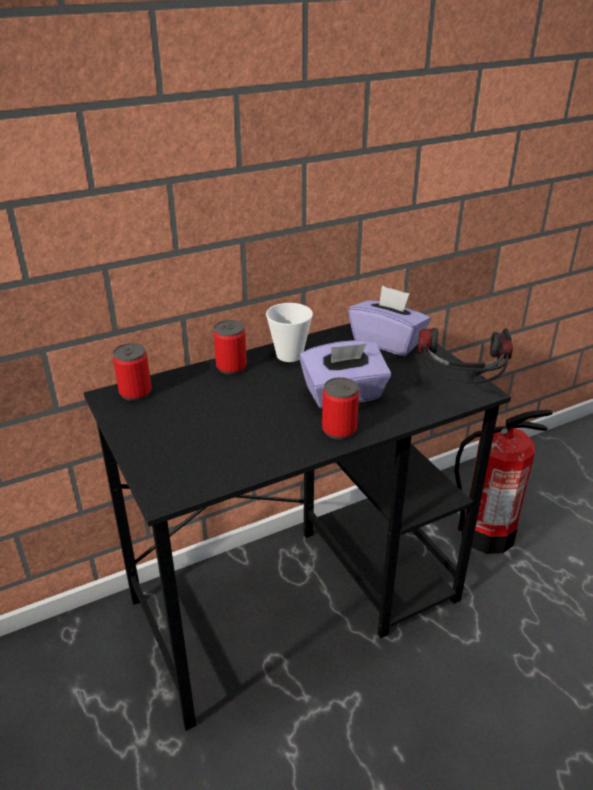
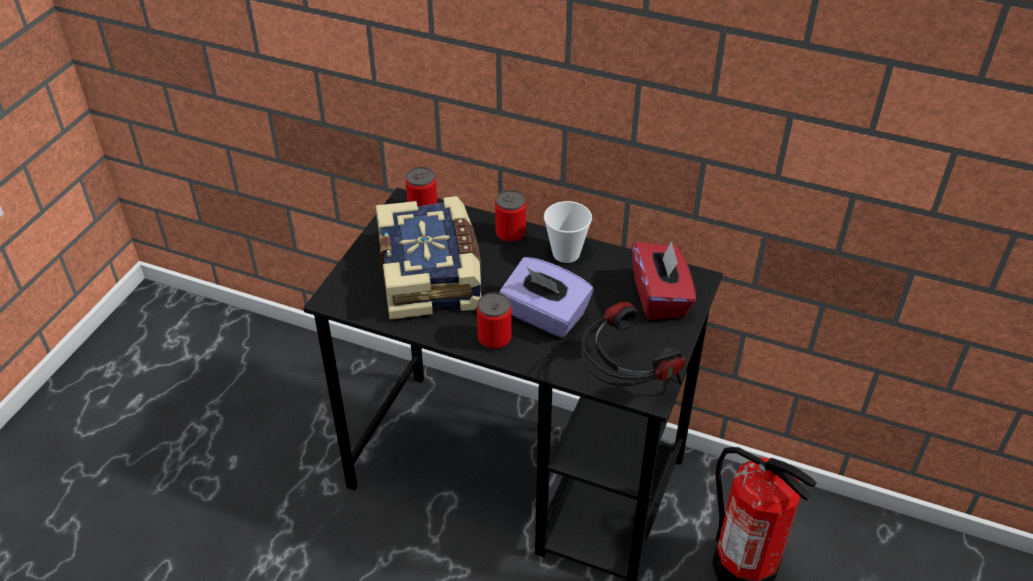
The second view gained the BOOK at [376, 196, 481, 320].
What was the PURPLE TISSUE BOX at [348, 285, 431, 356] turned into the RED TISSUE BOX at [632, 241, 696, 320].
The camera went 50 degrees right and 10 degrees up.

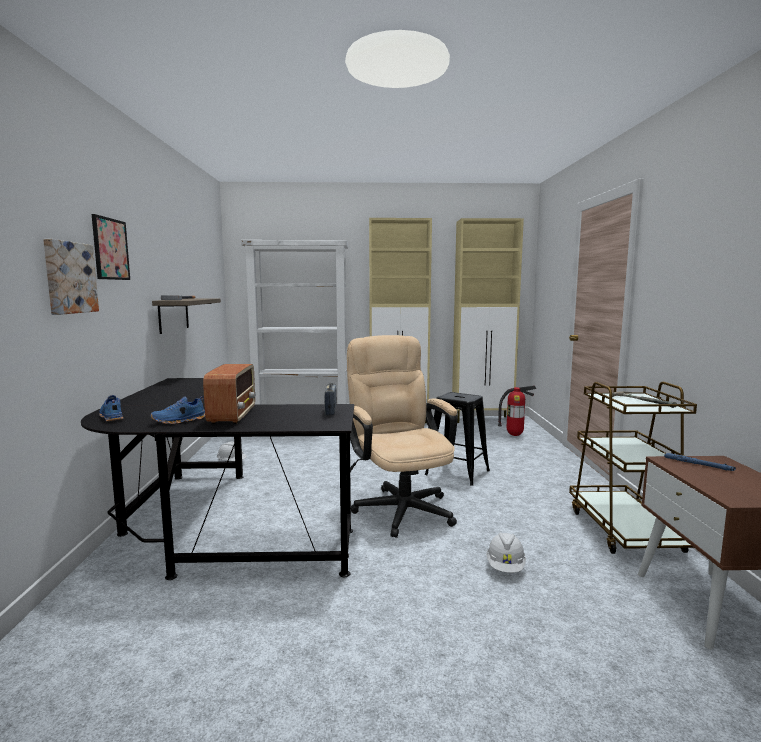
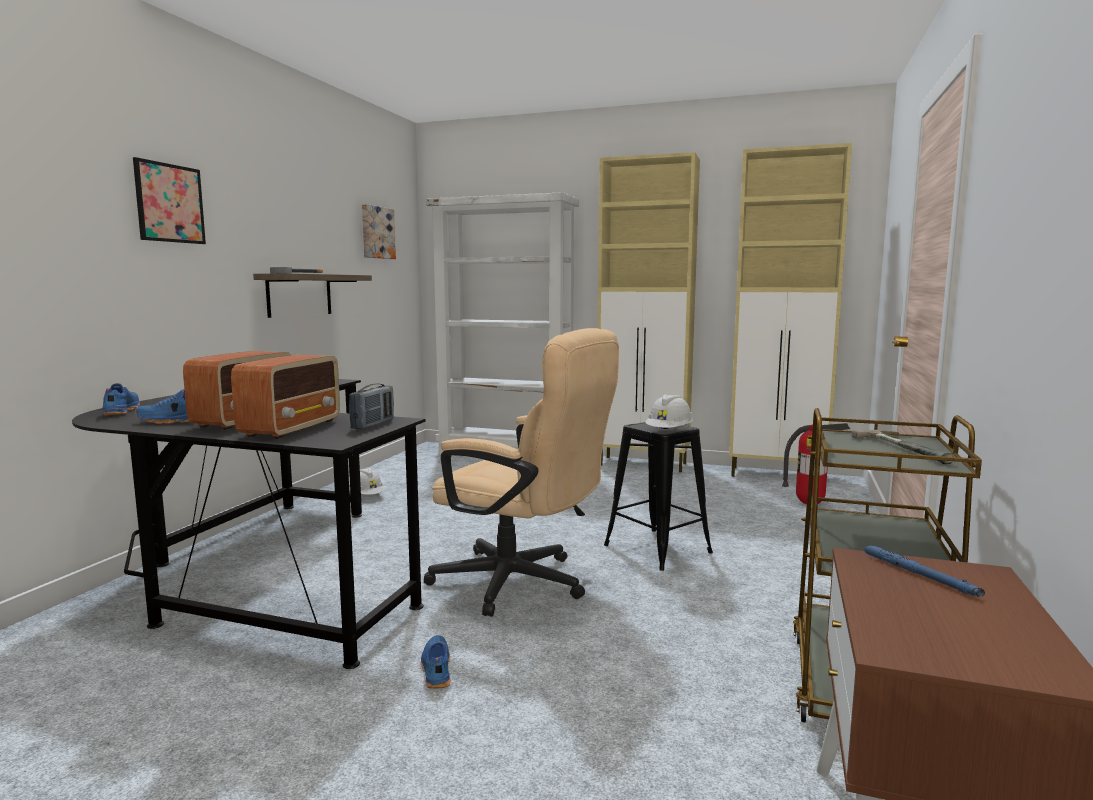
The second view gained the RADIO at [231, 355, 340, 439].
The PICTURE ended up elsewhere, having gone from [43, 239, 99, 315] to [362, 204, 396, 259].
The second view gained the BLUE SHOE at [421, 635, 451, 689].
The BEIGE OFFICE CHAIR at [347, 335, 458, 538] ended up facing another way, 120 degrees clockwise from before.
The WHITE HARD HAT ended up elsewhere, having gone from [486, 532, 526, 573] to [645, 394, 693, 428].
The camera went 20 degrees right and 0 degrees up.

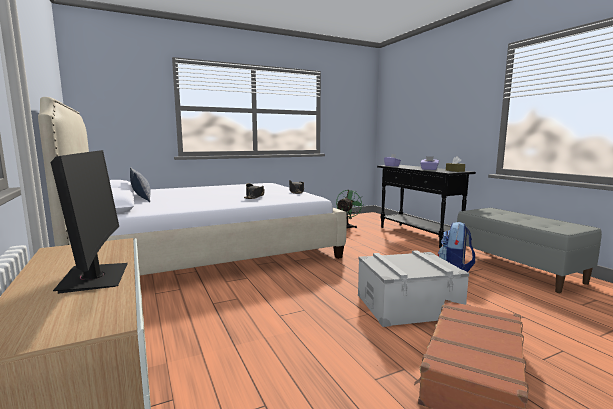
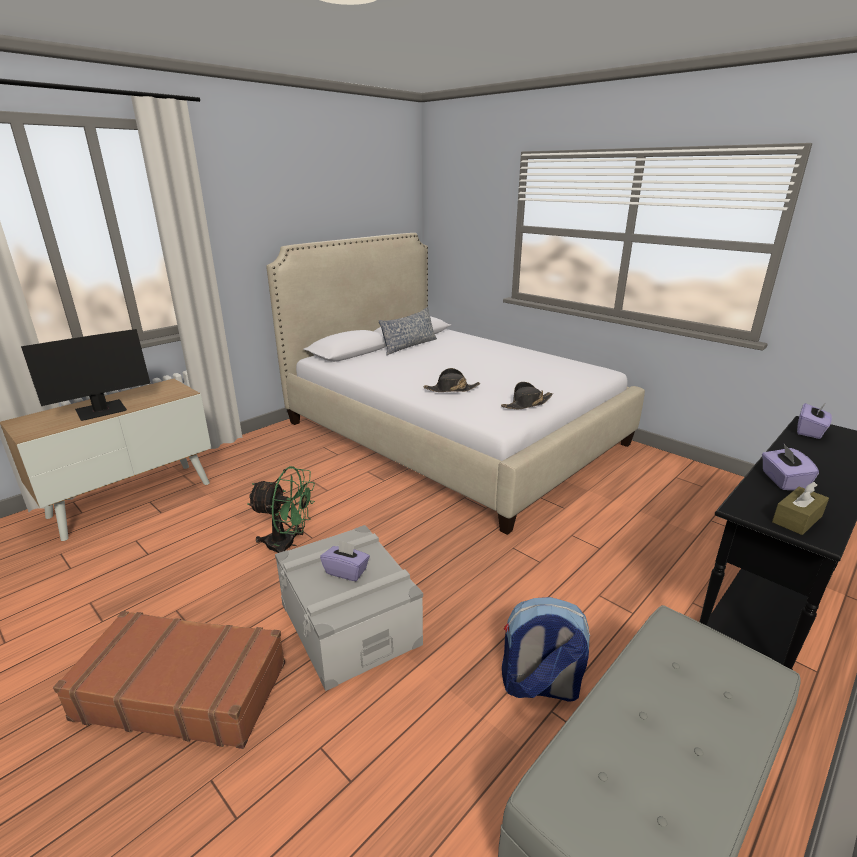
The GREEN FAN ended up elsewhere, having gone from [336, 190, 363, 229] to [247, 466, 315, 553].
The second view gained the PURPLE TISSUE BOX at [320, 540, 370, 581].
The camera went 70 degrees right and 15 degrees up.

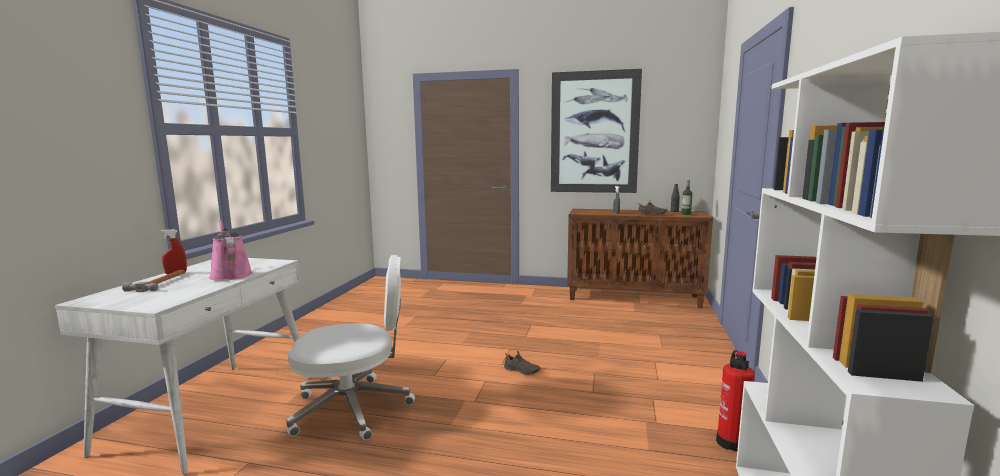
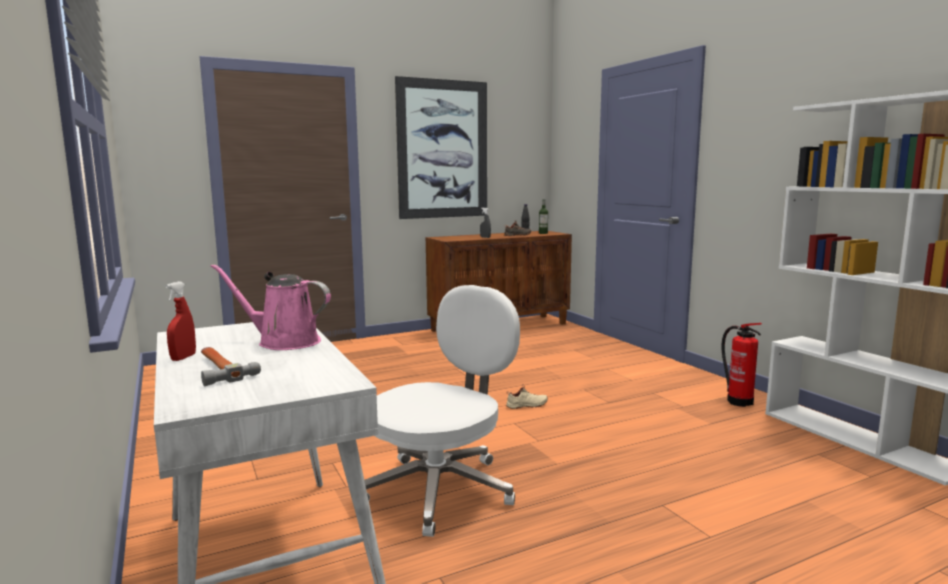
What was the BLACK SHOE at [504, 350, 541, 375] turned into the BEIGE SHOE at [506, 384, 548, 409].
The camera went 40 degrees left and 0 degrees up.

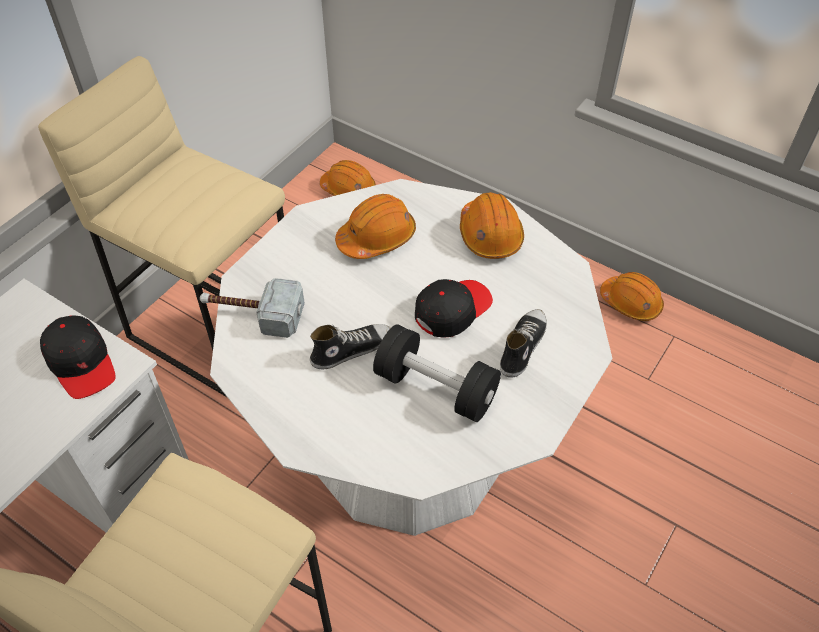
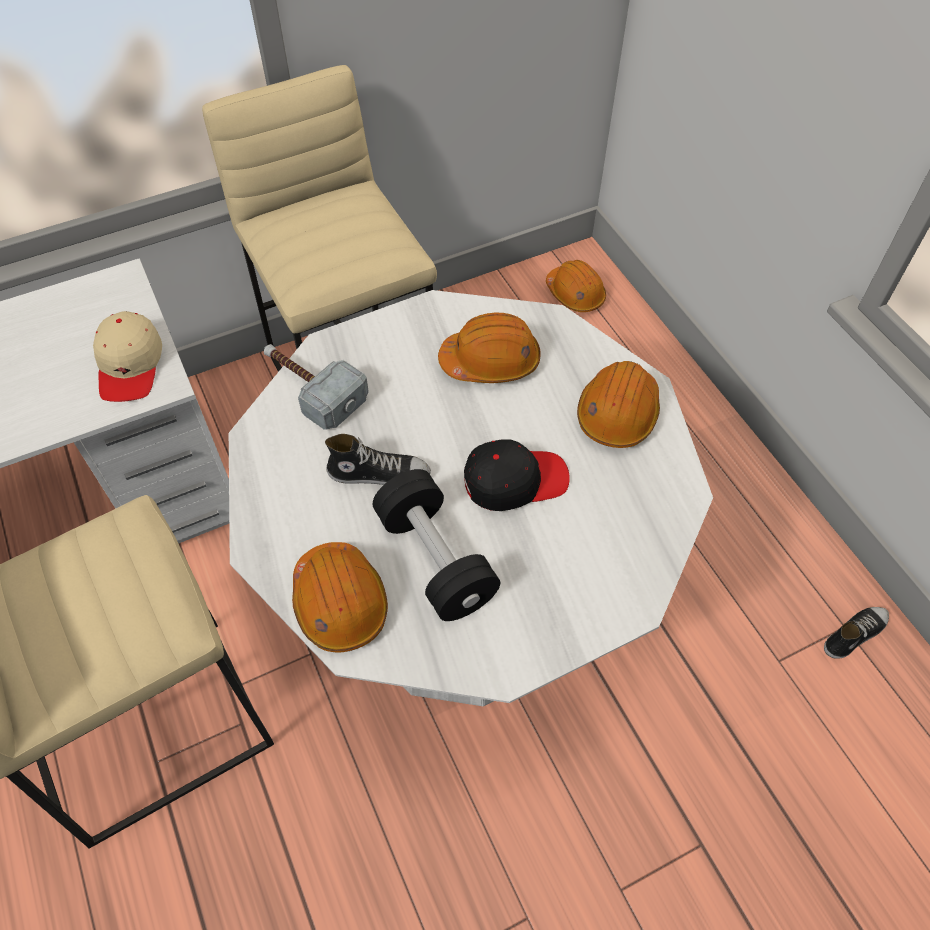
What was the BLACK CAP at [40, 315, 116, 399] turned into the BEIGE CAP at [93, 311, 162, 402].
The ORANGE HARD HAT ended up elsewhere, having gone from [600, 272, 664, 321] to [292, 542, 388, 652].
The SHOE ended up elsewhere, having gone from [500, 309, 547, 378] to [824, 607, 889, 659].
The camera went 30 degrees right and 5 degrees up.

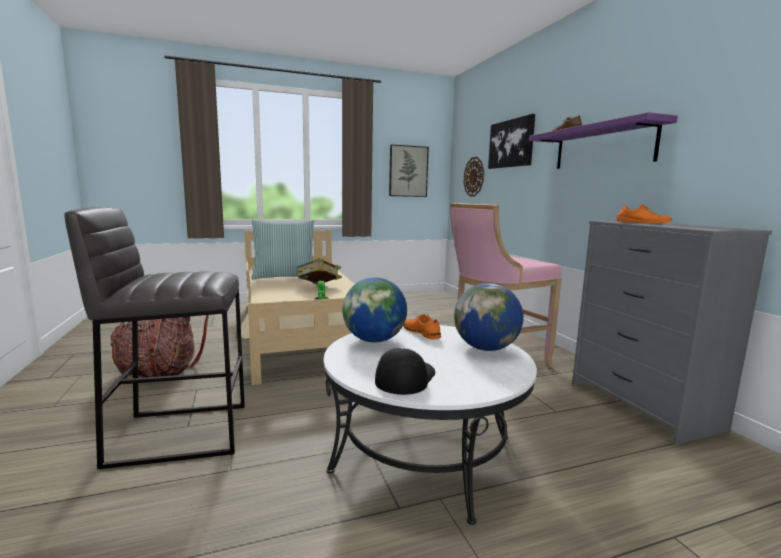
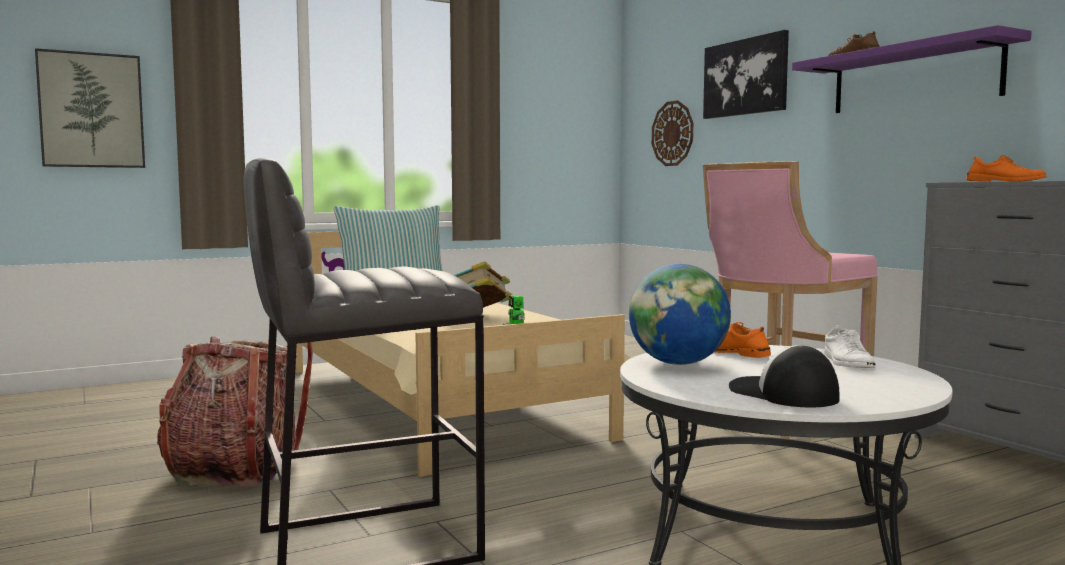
The PICTURE ended up elsewhere, having gone from [389, 144, 429, 197] to [35, 48, 145, 168].
The CAP at [375, 347, 436, 395] ended up facing another way, 45 degrees counterclockwise from before.
Where the GLOBE stood at [454, 283, 524, 351], the WHITE SHOE came to stand at [824, 325, 876, 368].
The camera went 10 degrees left and 5 degrees down.

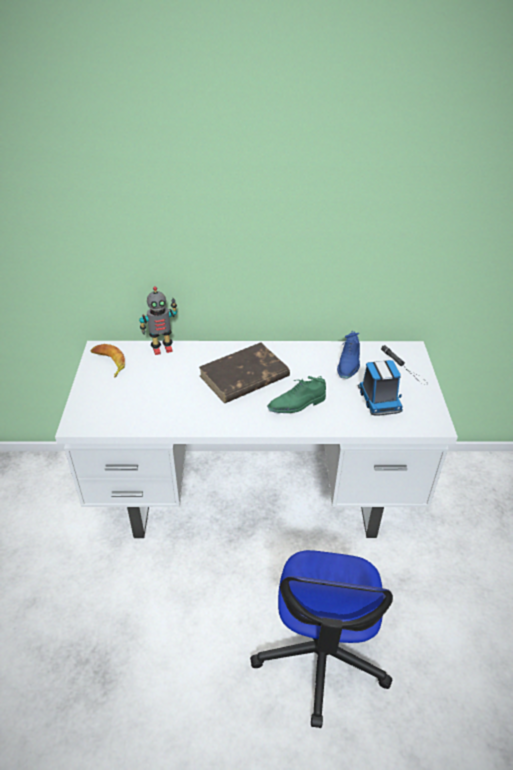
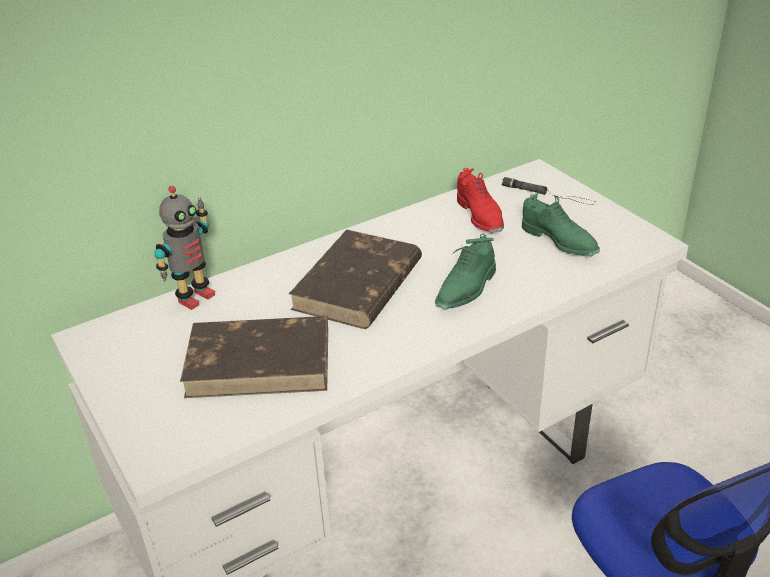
The second view gained the BROWN BOOK at [180, 316, 328, 398].
What was the BLUE SHOE at [337, 331, 360, 379] turned into the RED SHOE at [457, 168, 504, 233].
Where the TOY TRUCK stood at [358, 360, 403, 416], the GREEN SHOE came to stand at [522, 193, 600, 257].
The second view lost the BANANA at [91, 344, 125, 378].
The camera went 30 degrees left and 5 degrees down.

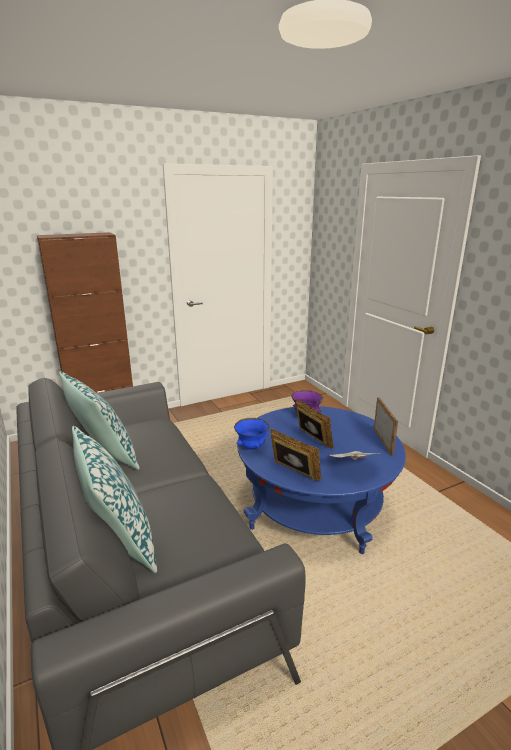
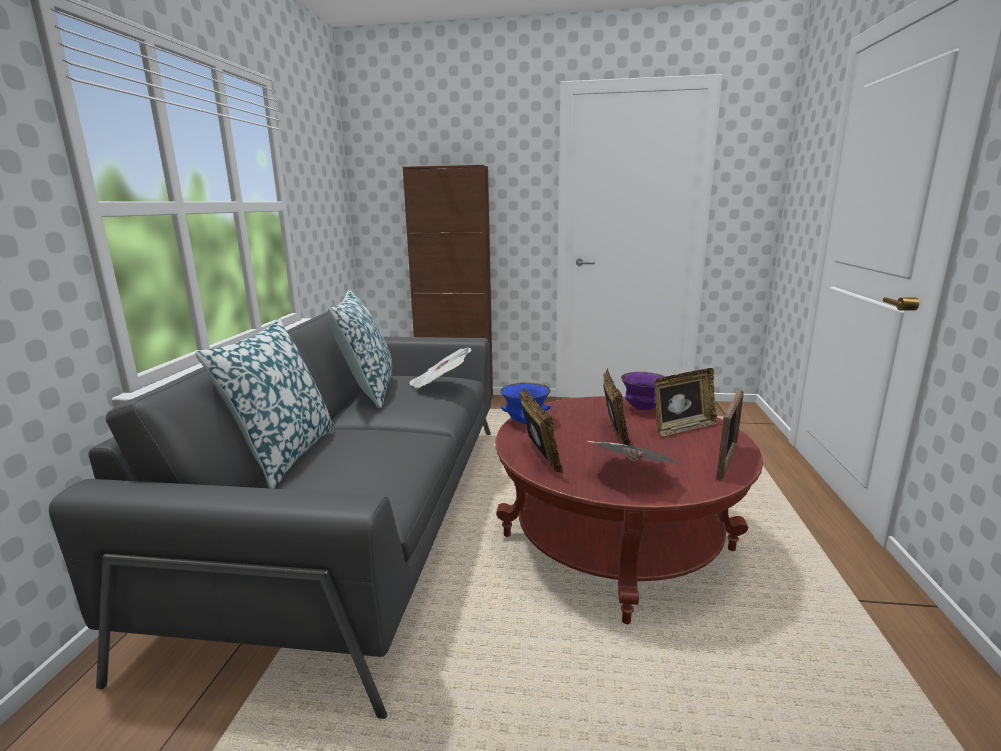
The second view gained the NEWSPAPER at [409, 348, 471, 389].
What was the BLUE COFFEE TABLE at [237, 406, 406, 554] turned into the RED COFFEE TABLE at [495, 396, 763, 624].
The second view gained the PICTURE FRAME at [655, 368, 718, 436].
The camera went 35 degrees right and 5 degrees down.

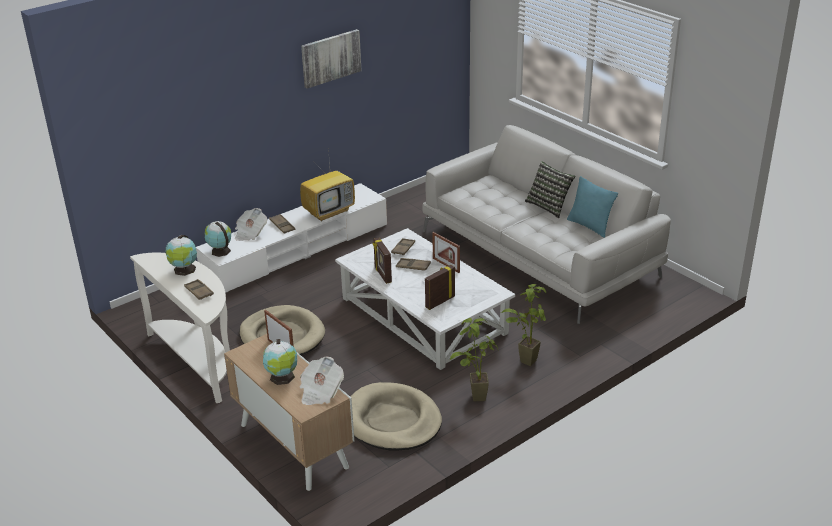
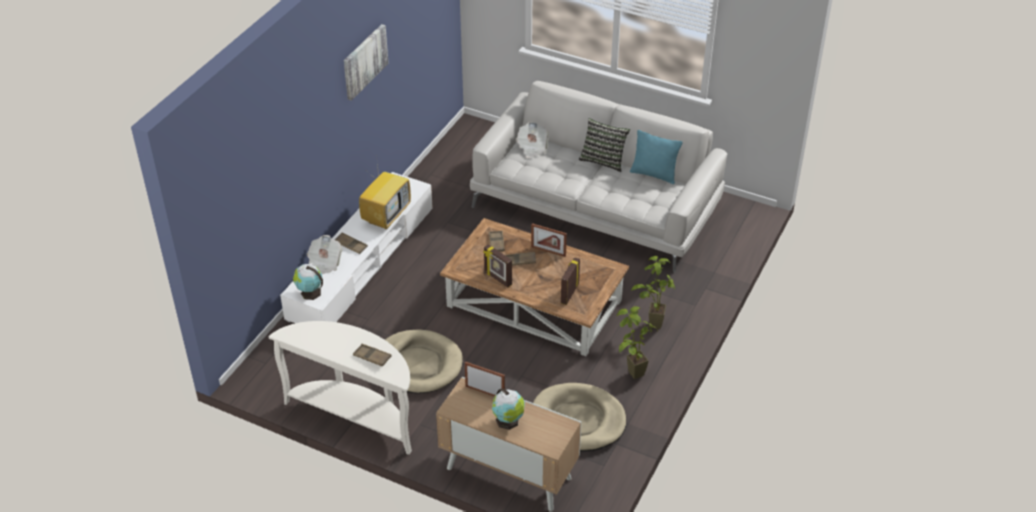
What was the WHITE COFFEE TABLE at [335, 228, 515, 370] turned into the BROWN COFFEE TABLE at [440, 218, 629, 356].
The NEWSPAPER ended up elsewhere, having gone from [300, 357, 344, 405] to [516, 121, 549, 158].
The second view lost the GLOBE at [165, 235, 197, 276].
The camera went 25 degrees left and 10 degrees up.

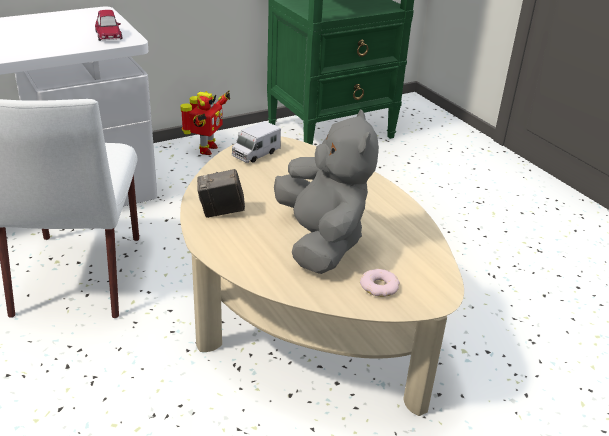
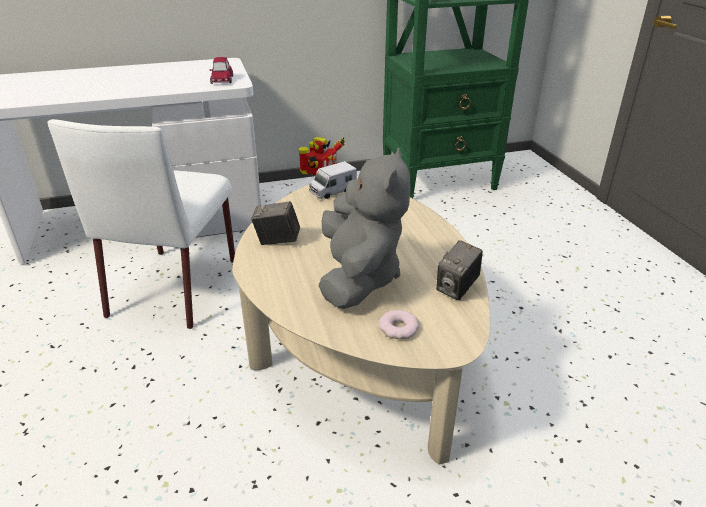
The second view gained the PHOTO CAMERA at [436, 240, 483, 301].
The camera went 15 degrees right and 0 degrees up.

